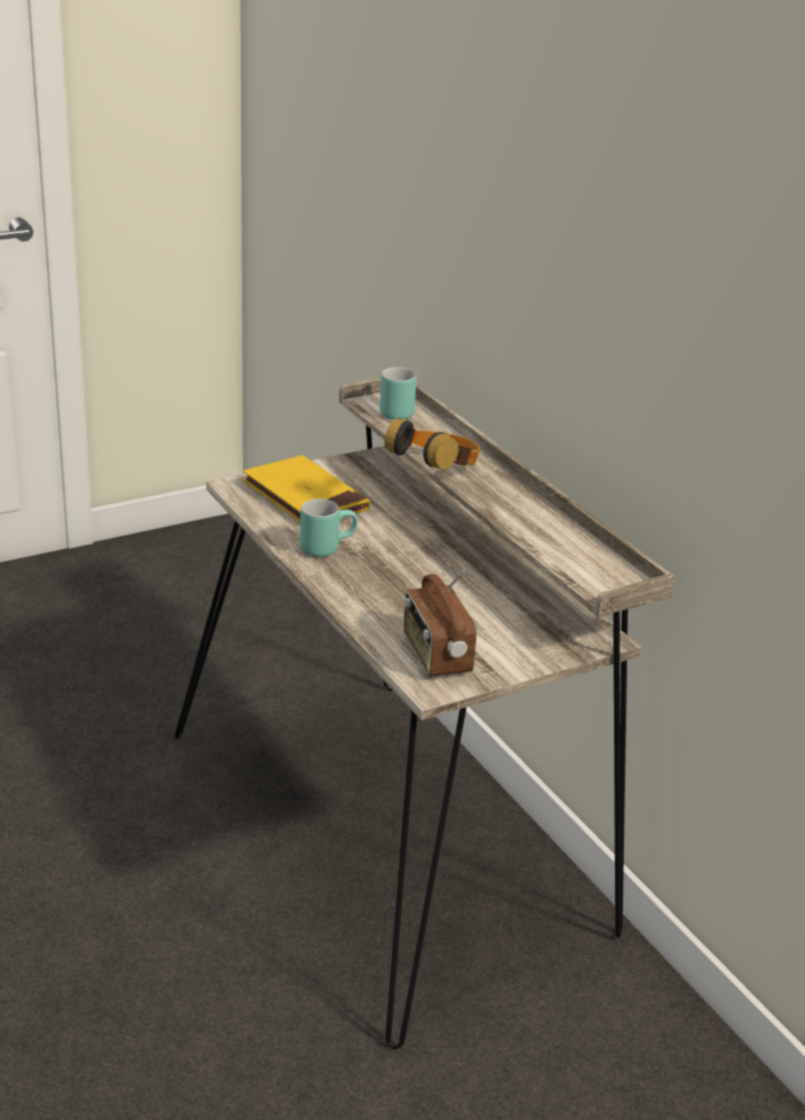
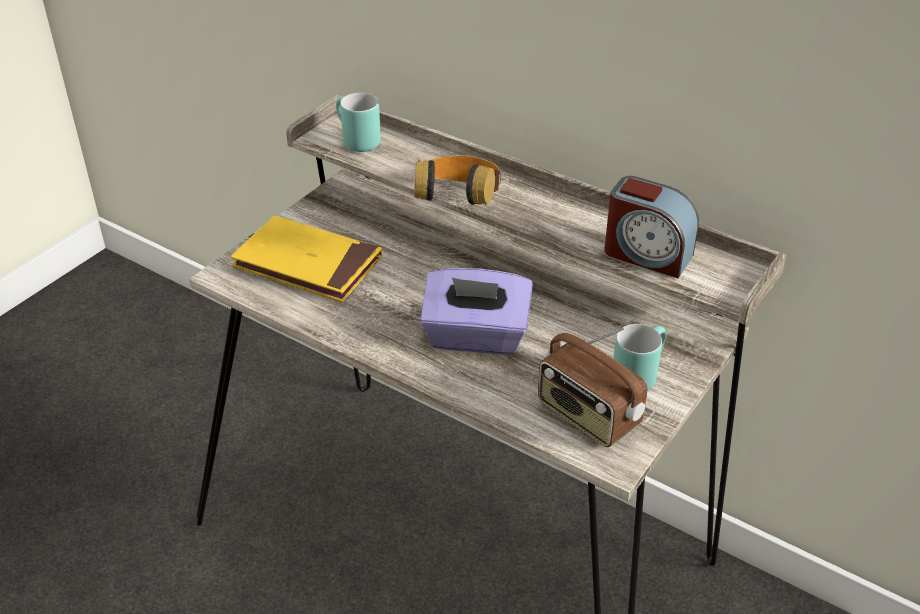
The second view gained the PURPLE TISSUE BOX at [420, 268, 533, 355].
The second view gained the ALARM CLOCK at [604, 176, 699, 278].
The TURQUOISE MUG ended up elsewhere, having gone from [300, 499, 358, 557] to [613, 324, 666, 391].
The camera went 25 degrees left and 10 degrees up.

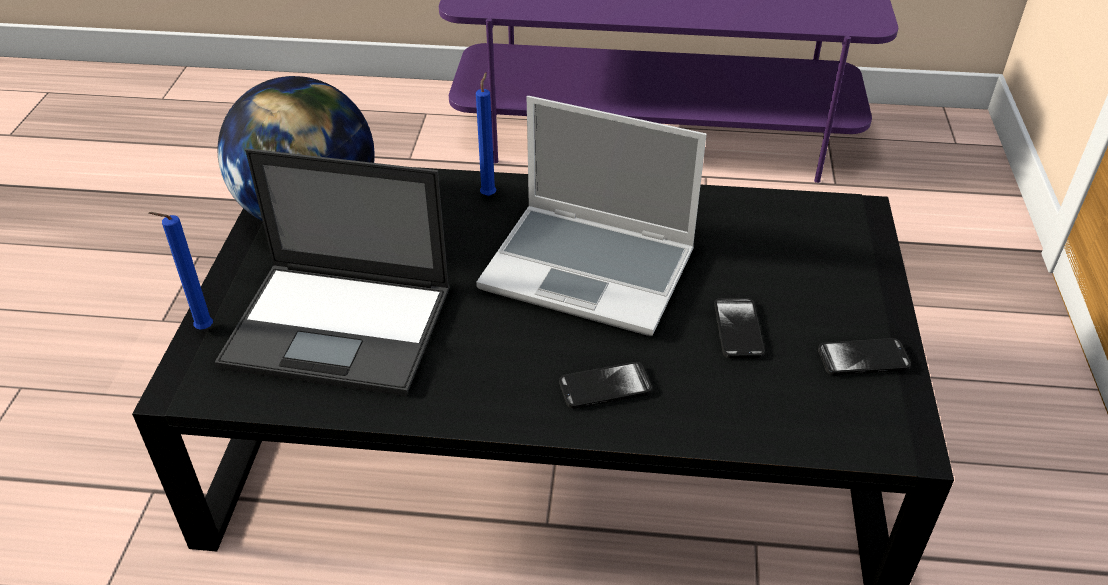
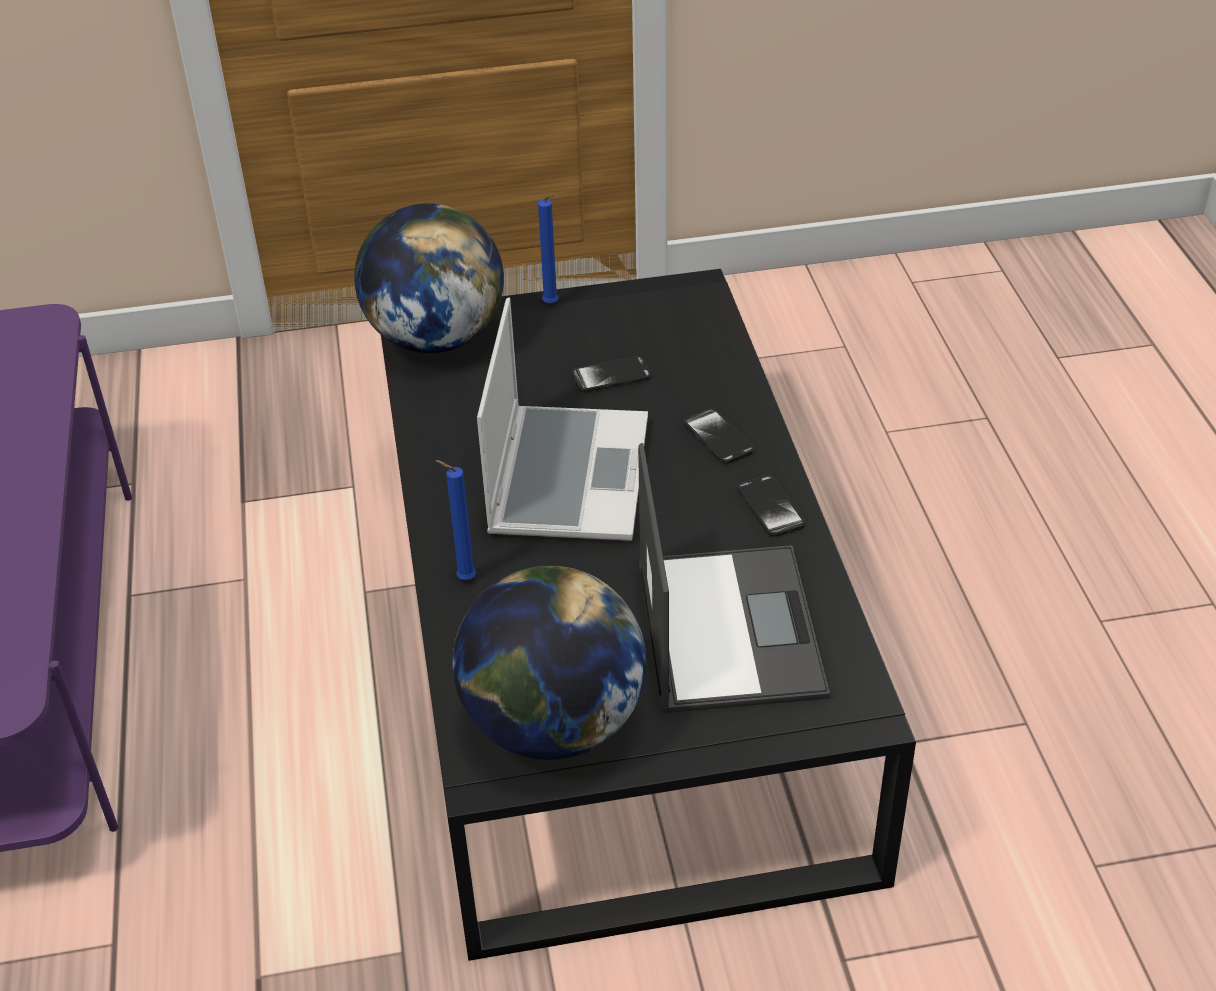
The second view gained the GLOBE at [354, 203, 504, 353].
The BLUE CANDLE ended up elsewhere, having gone from [149, 212, 213, 330] to [538, 195, 558, 304].
The PHONE ended up elsewhere, having gone from [818, 338, 911, 375] to [738, 475, 805, 537].
The camera went 105 degrees left and 0 degrees up.

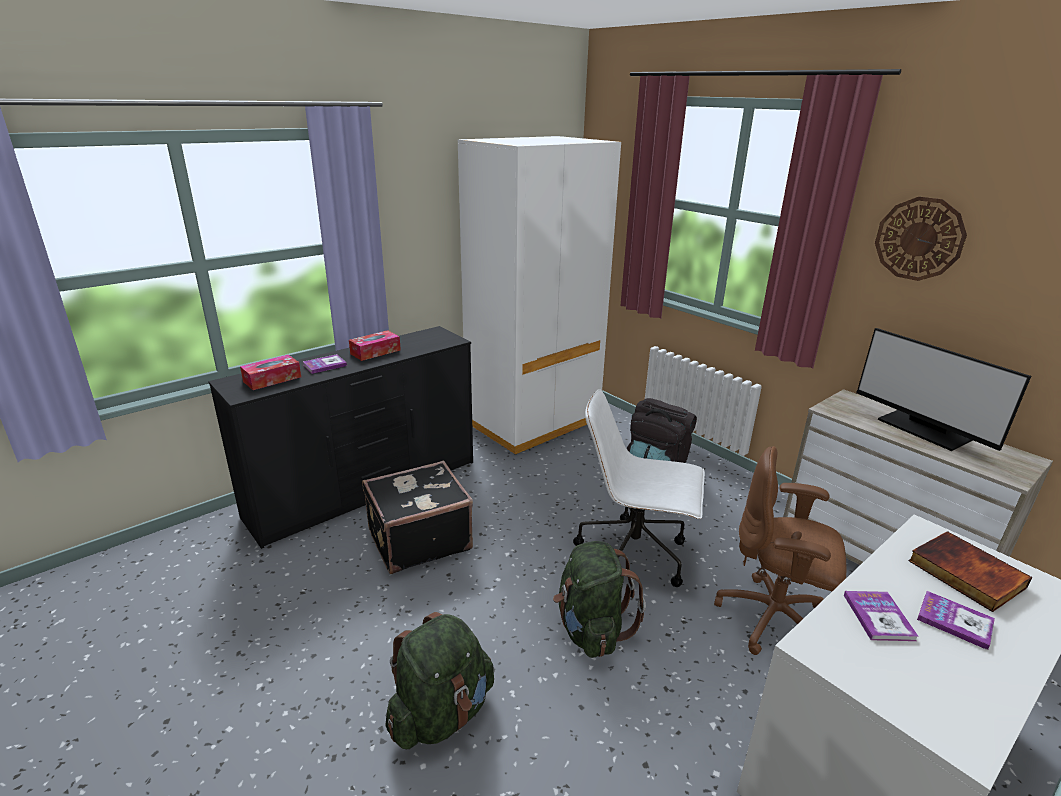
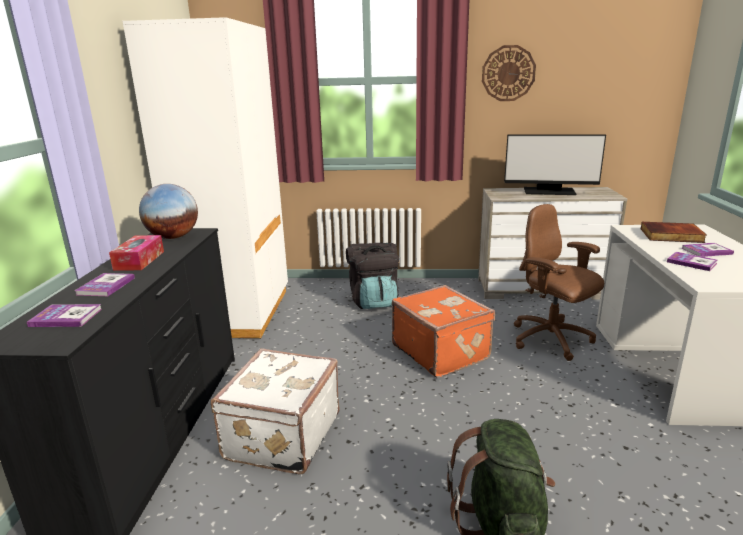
Where the TISSUE BOX stood at [240, 355, 301, 390], the BOOK came to stand at [27, 304, 102, 327].
The second view gained the GLOBE at [139, 184, 198, 239].
What was the BLACK SUITCASE at [362, 460, 473, 574] turned into the WHITE SUITCASE at [211, 348, 340, 475].
Where the WHITE OFFICE CHAIR stood at [573, 389, 705, 587], the ORANGE SUITCASE came to stand at [392, 285, 495, 378].
The BROWN OFFICE CHAIR at [714, 446, 846, 655] ended up facing another way, 75 degrees clockwise from before.
The second view lost the GREEN BACKPACK at [553, 541, 646, 658].
The camera went 45 degrees left and 5 degrees down.

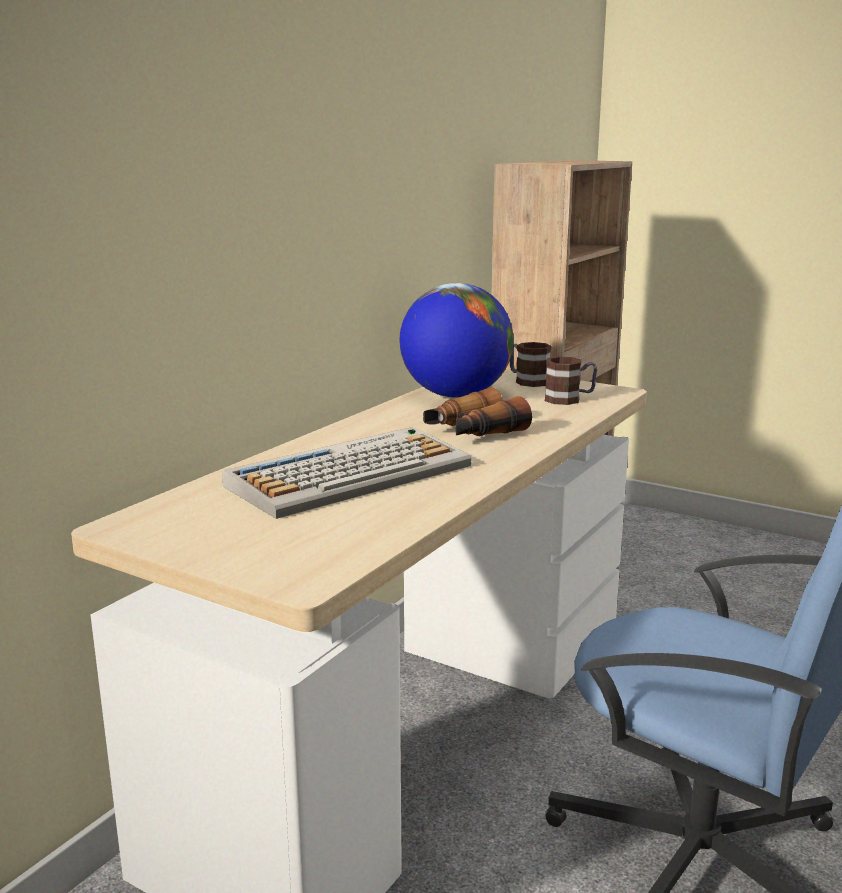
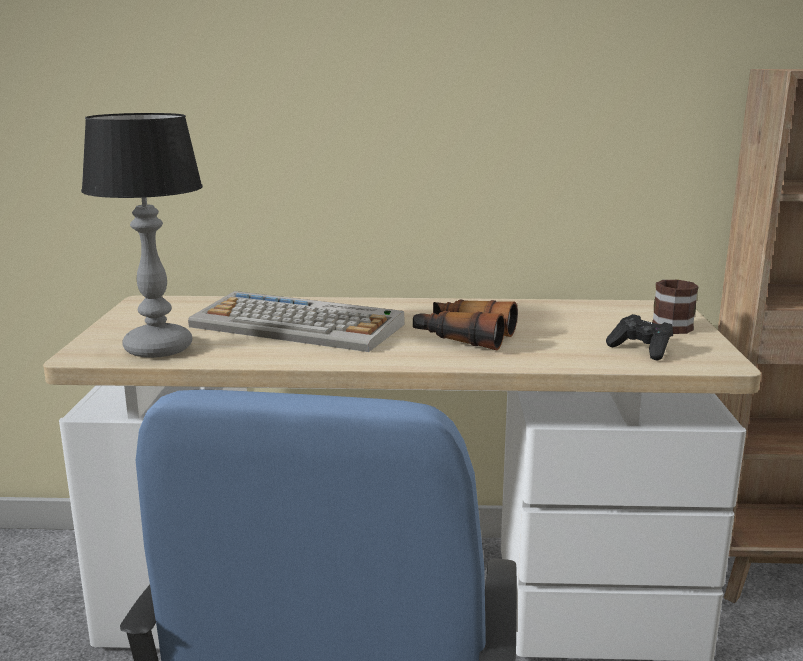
The second view gained the TABLE LAMP at [81, 113, 203, 358].
Where the MUG stood at [545, 356, 597, 405], the BLACK GAME CONTROLLER came to stand at [606, 314, 673, 360].
The second view lost the GLOBE at [400, 283, 514, 397].
The camera went 60 degrees right and 0 degrees up.

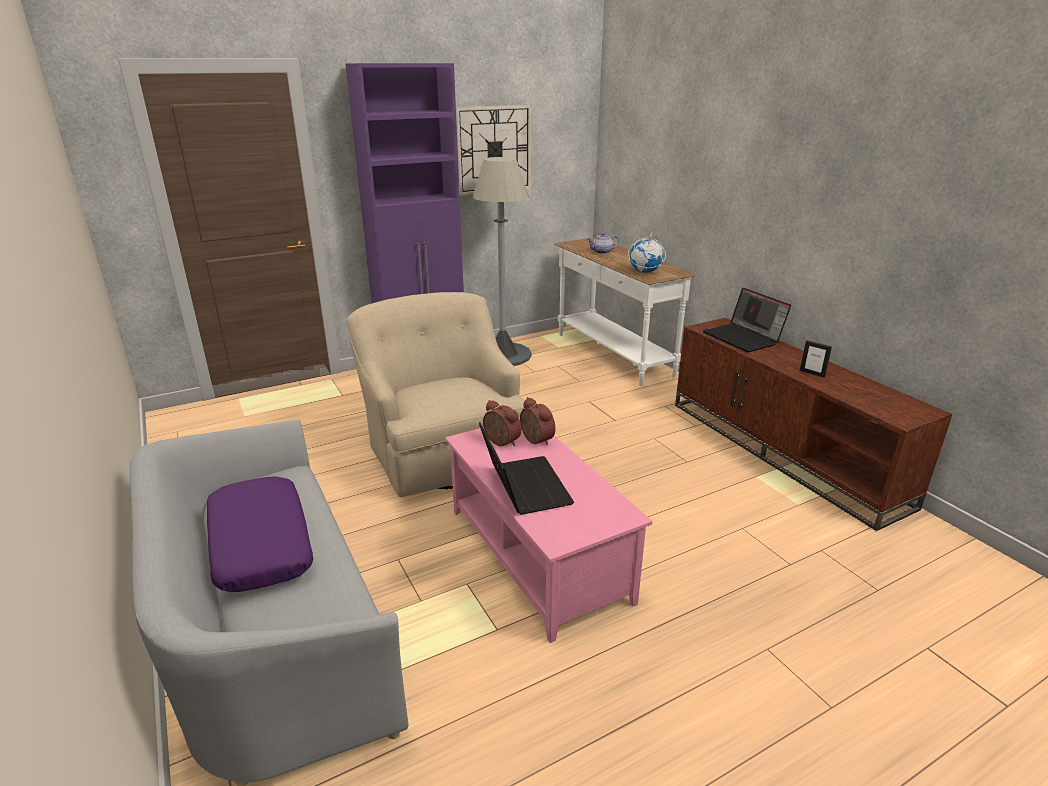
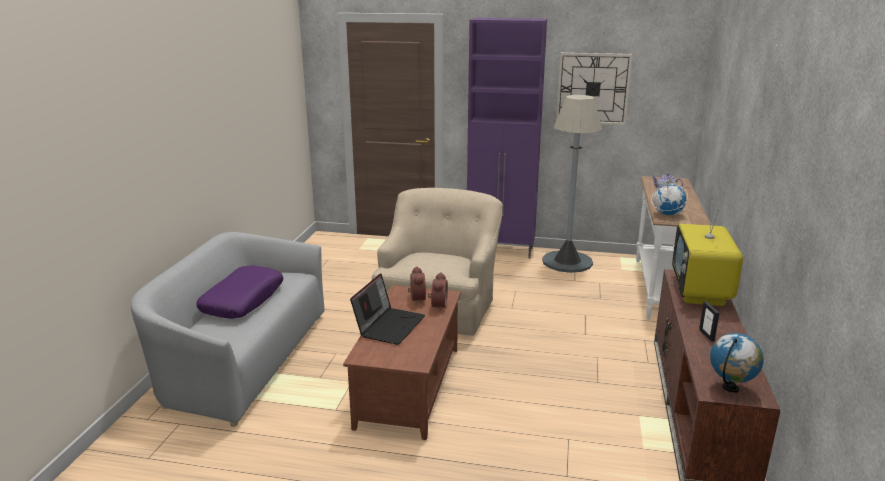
What was the PINK COFFEE TABLE at [445, 418, 653, 643] turned into the BROWN COFFEE TABLE at [343, 285, 461, 440].
Where the LAPTOP stood at [703, 288, 791, 352], the TELEVISION came to stand at [672, 198, 743, 306].
The second view gained the GLOBE at [710, 333, 764, 393].
The camera went 40 degrees right and 5 degrees down.

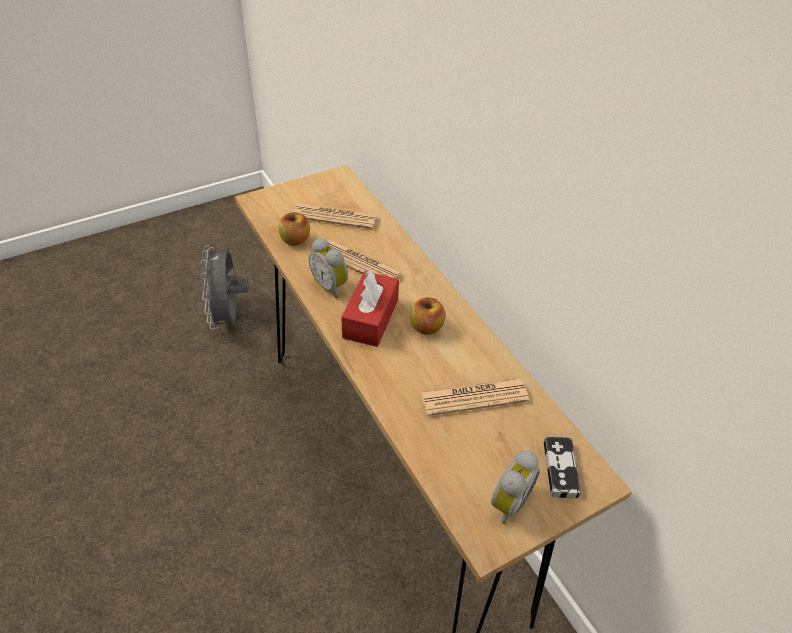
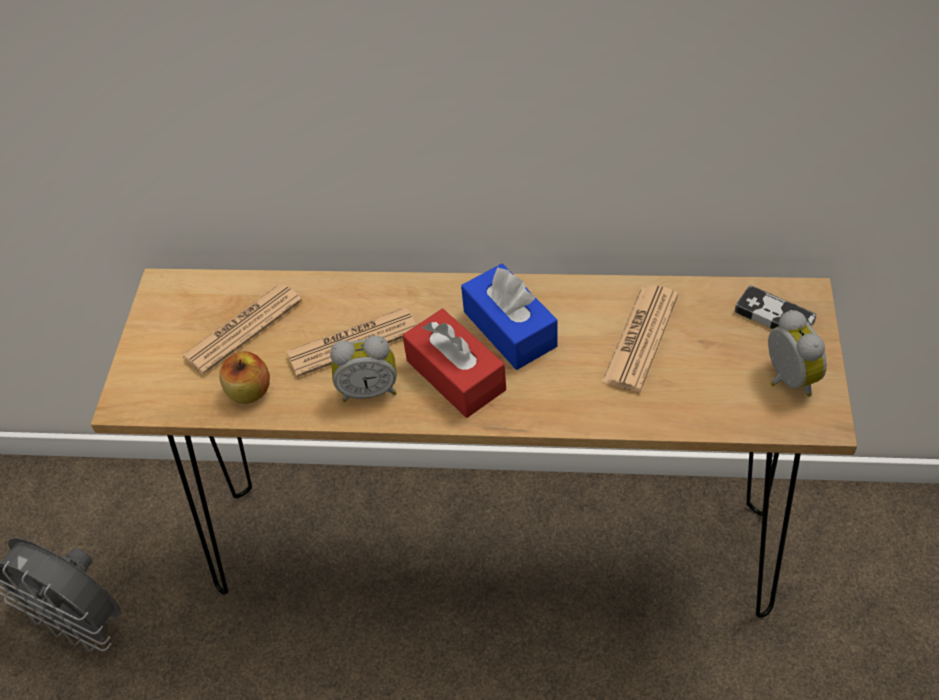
Where the APPLE stood at [410, 297, 445, 335], the BLUE TISSUE BOX came to stand at [461, 263, 558, 370].
The camera went 50 degrees left and 5 degrees up.

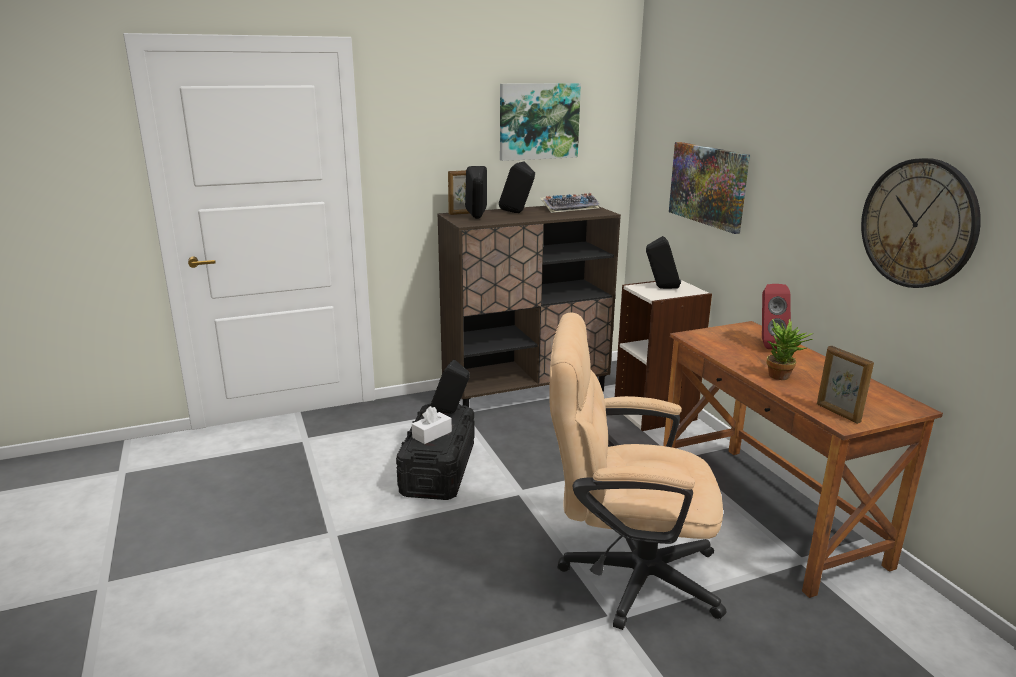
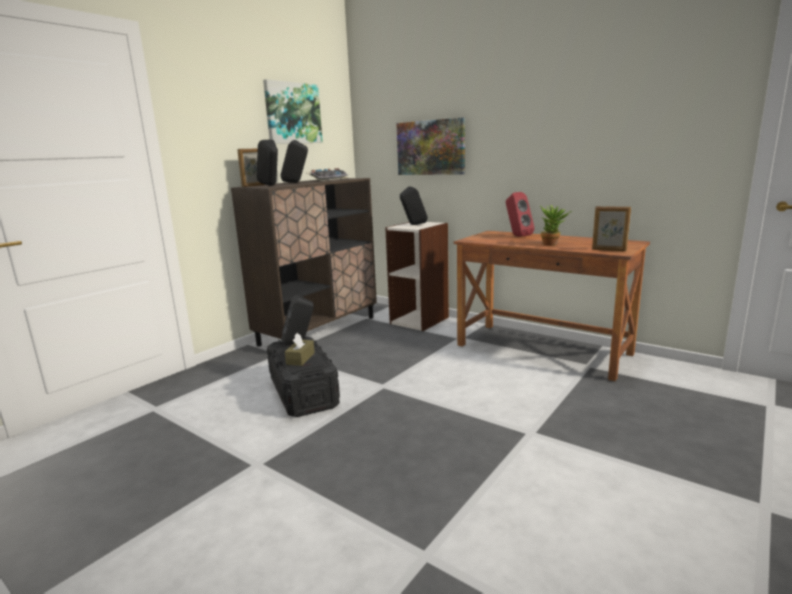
What was the WHITE TISSUE BOX at [412, 406, 452, 444] turned into the BROWN TISSUE BOX at [285, 333, 315, 366].
The second view lost the BEIGE OFFICE CHAIR at [550, 312, 726, 630].
The second view lost the WALL CLOCK at [861, 158, 981, 288].
The camera went 30 degrees left and 5 degrees down.

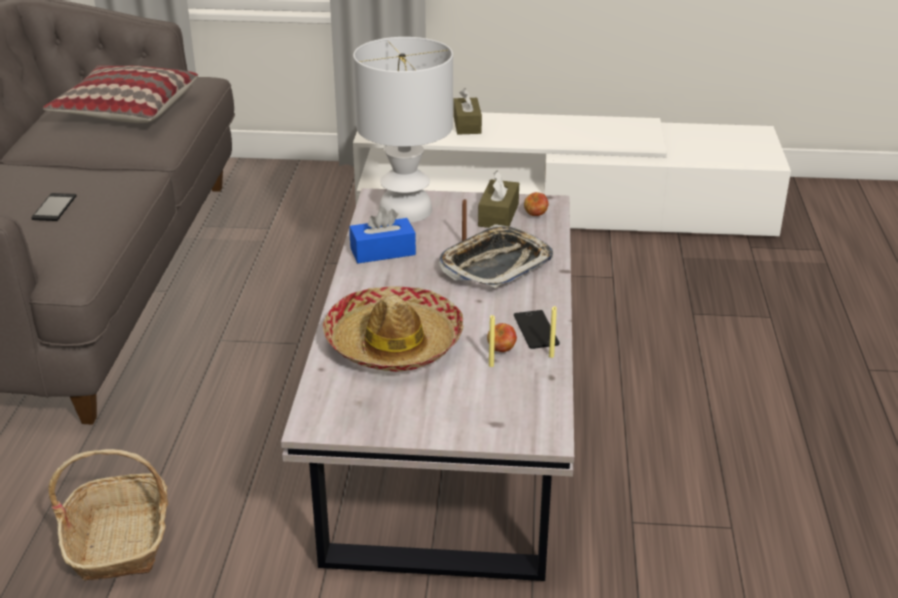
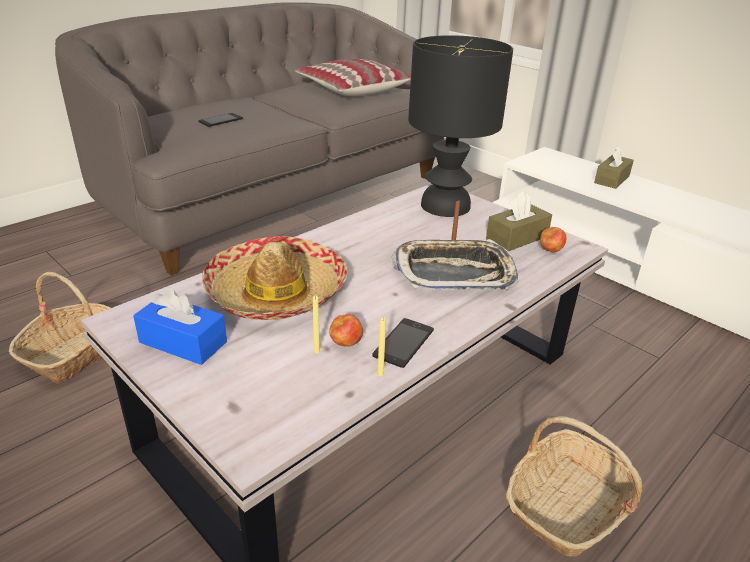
The BLUE TISSUE BOX ended up elsewhere, having gone from [349, 207, 416, 263] to [133, 288, 227, 365].
What was the WHITE TABLE LAMP at [353, 37, 453, 223] turned into the BLACK TABLE LAMP at [408, 35, 513, 217].
The second view gained the BASKET at [506, 416, 642, 557].
The camera went 40 degrees right and 0 degrees up.

